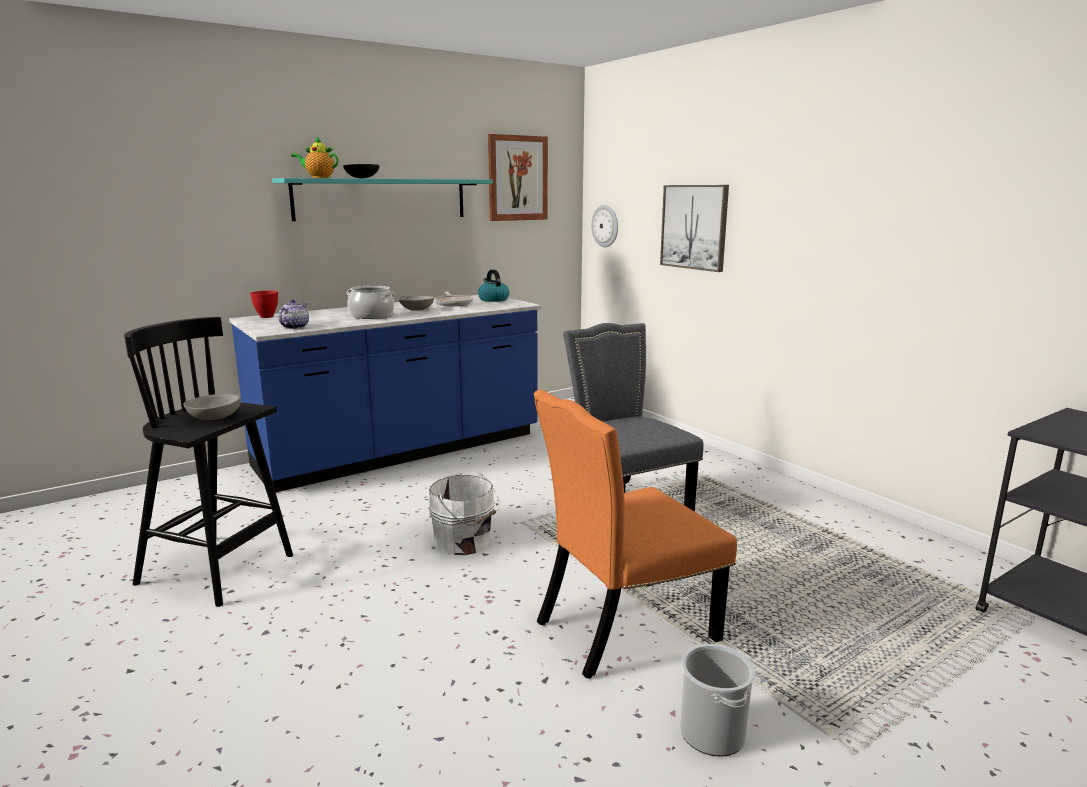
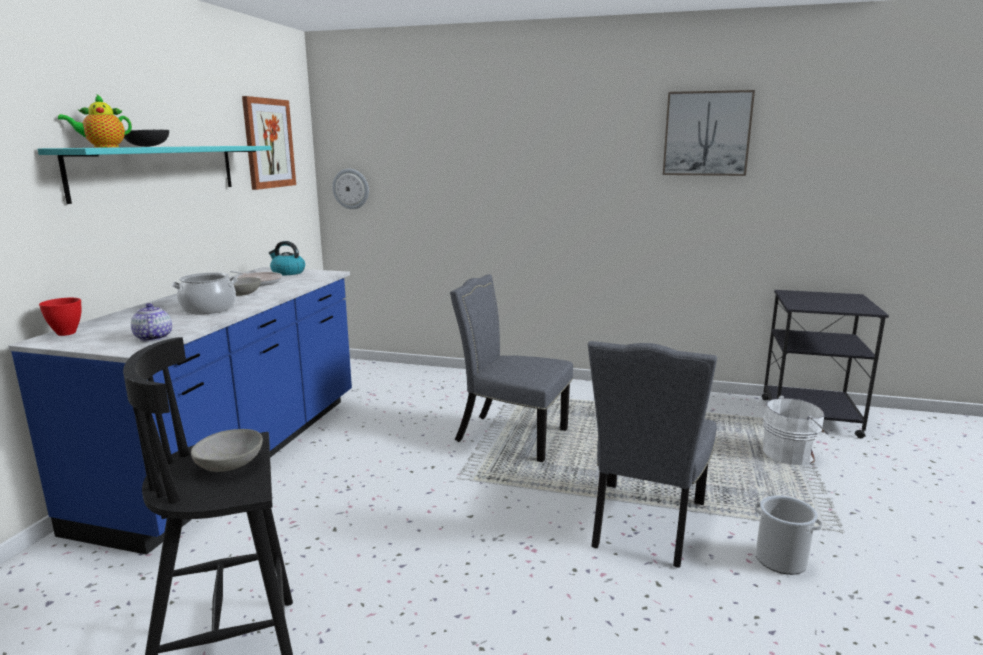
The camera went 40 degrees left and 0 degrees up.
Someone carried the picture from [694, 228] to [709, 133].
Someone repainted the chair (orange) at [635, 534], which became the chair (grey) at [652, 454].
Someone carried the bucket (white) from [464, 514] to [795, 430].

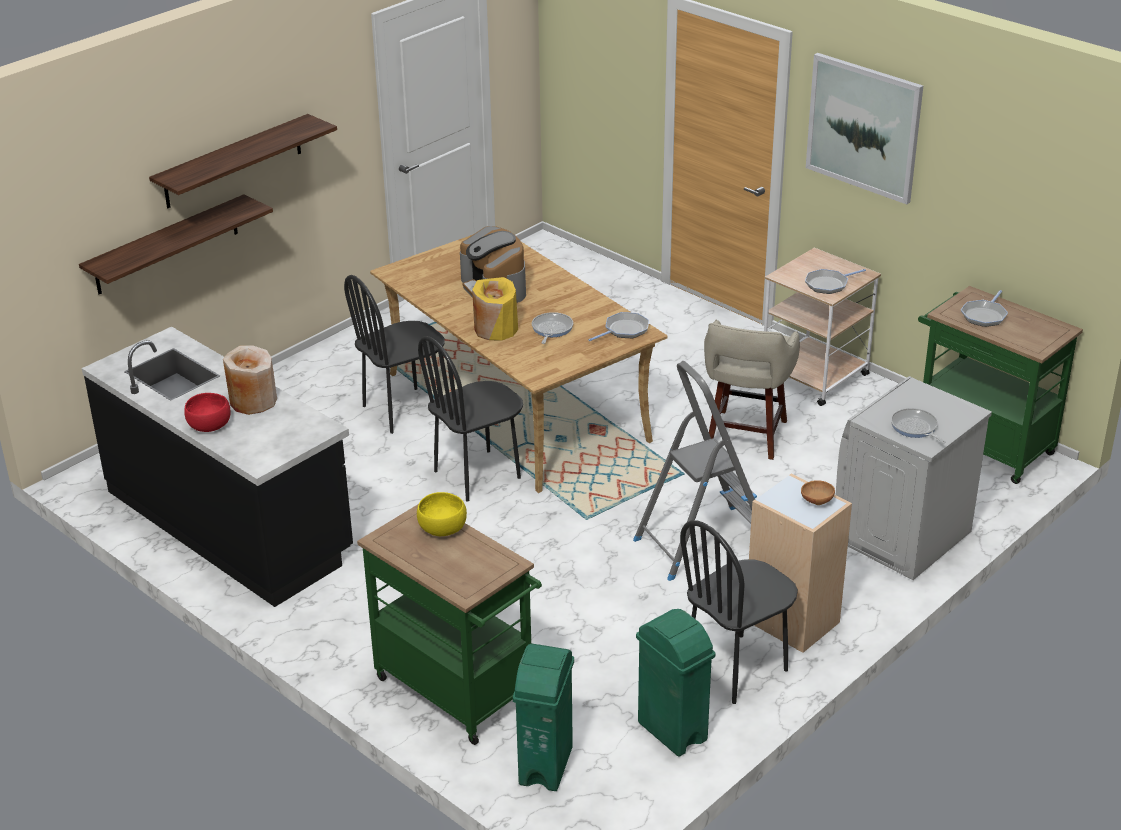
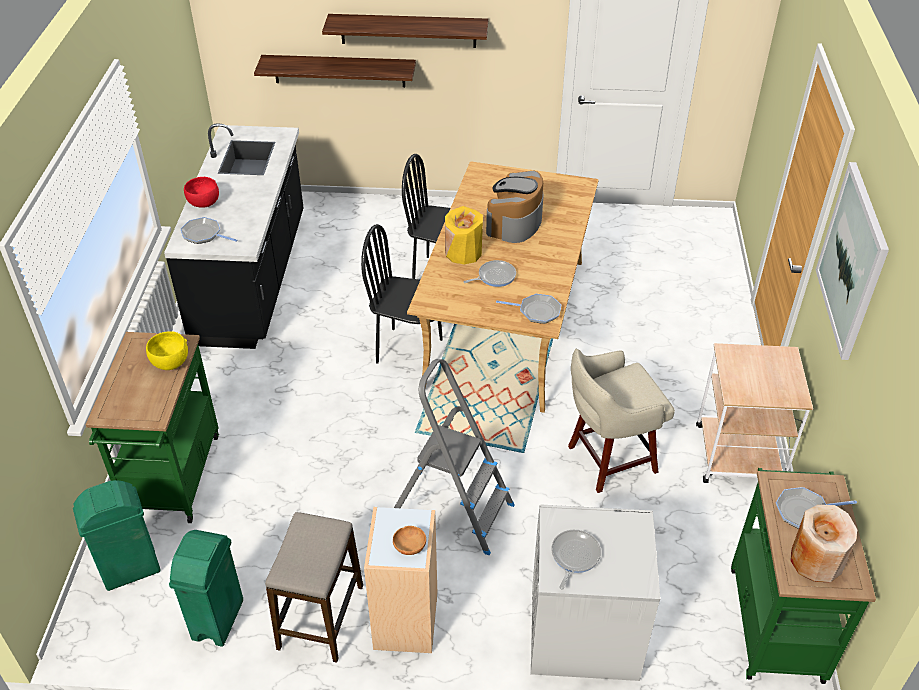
The camera went 50 degrees right and 10 degrees up.
Someone carried the frying pan from [835, 281] to [209, 230].
Someone carried the vase (beige) from [250, 380] to [823, 543].
Someone swapped the chair (black) at [739, 612] for the stool at [314, 587].

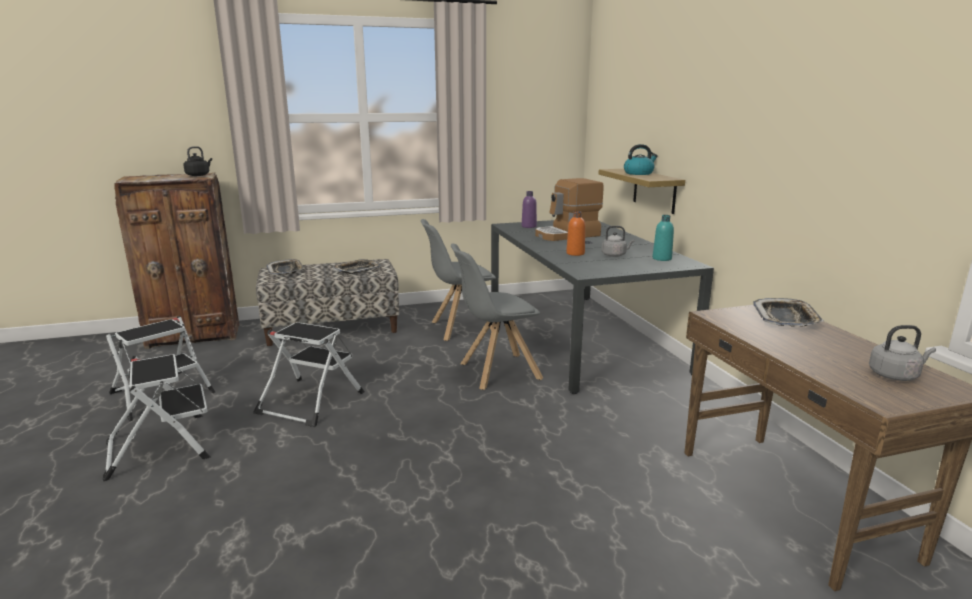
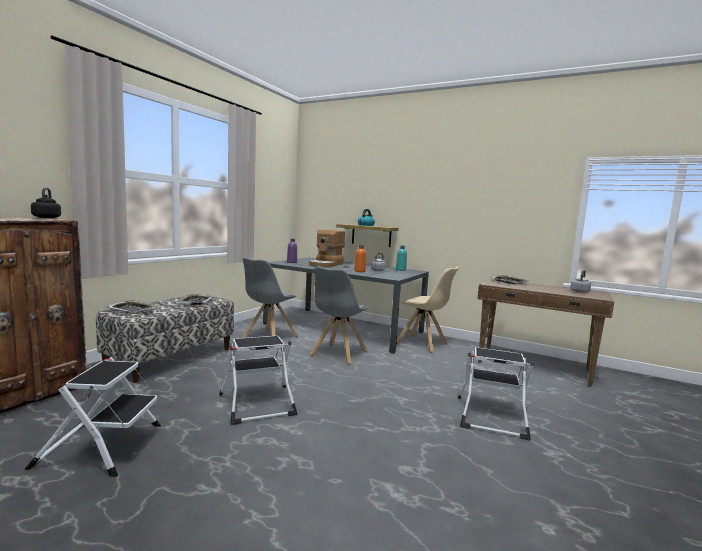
The camera went 45 degrees left and 10 degrees down.
Someone carried the step ladder from [157, 417] to [495, 393].
Someone put down the chair (beige) at [427, 309].

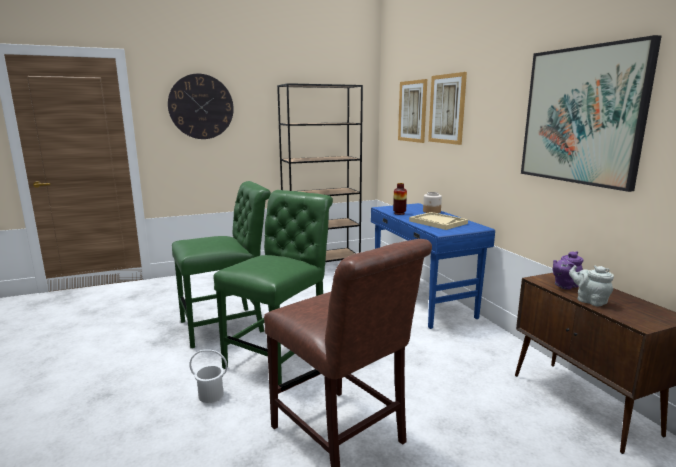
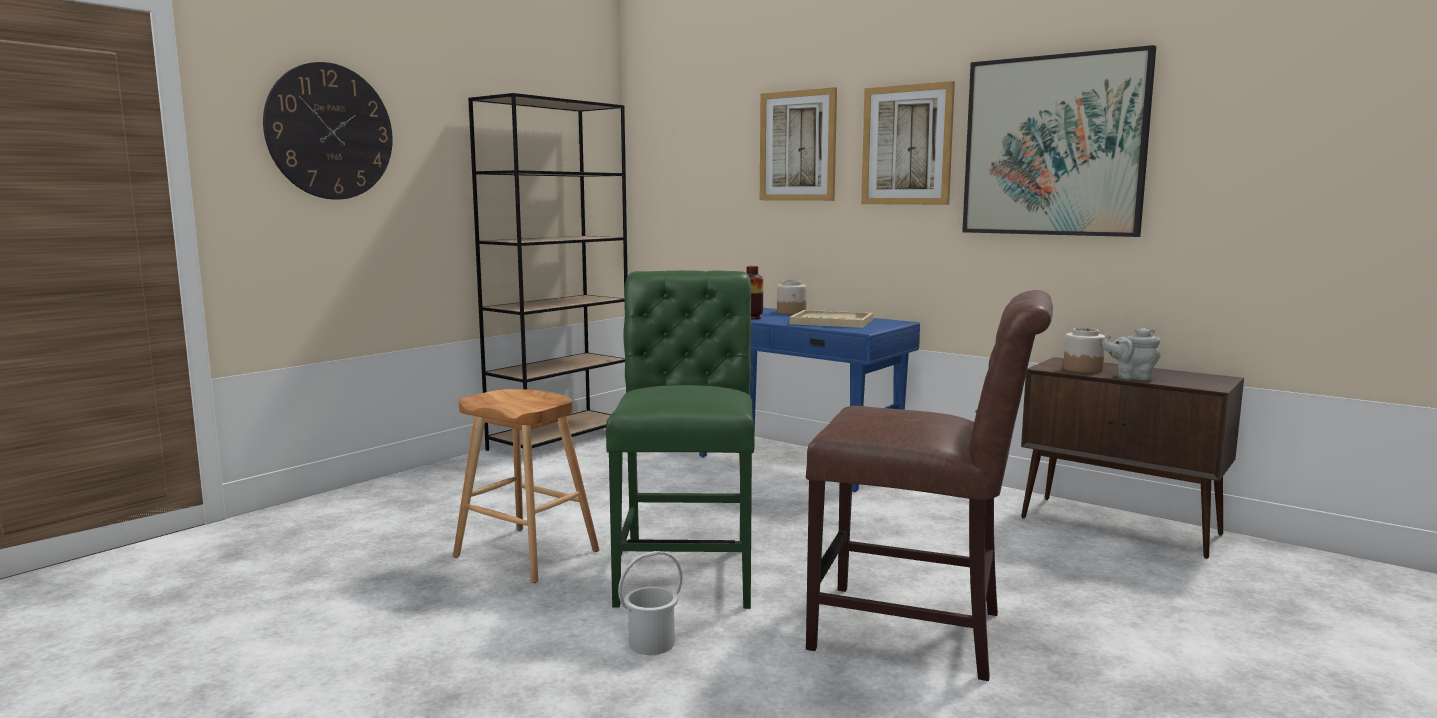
The camera went 30 degrees left and 5 degrees down.
Someone carried the picture from [412, 111] to [908, 143].
Someone swapped the chair (green) at [221, 264] for the stool (brown) at [526, 486].
Someone swapped the teapot (purple) at [568, 270] for the jar at [1084, 350].

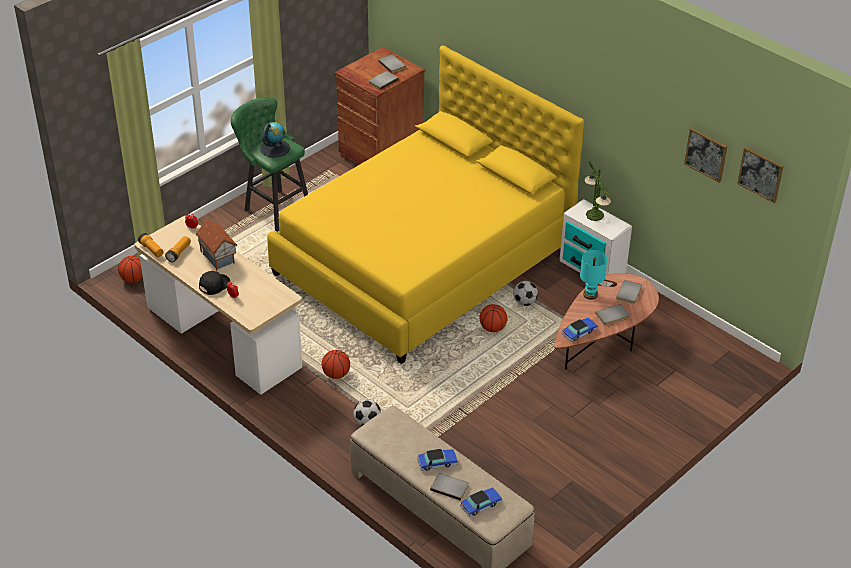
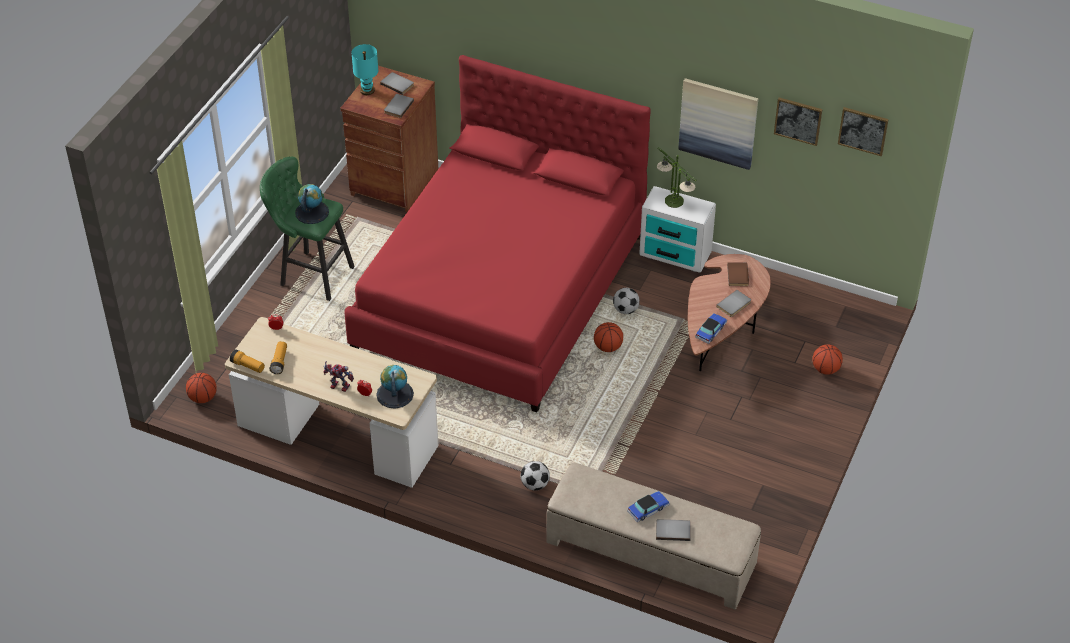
The camera went 20 degrees left and 5 degrees up.
Someone repainted the bed (yellow) at [425, 205], which became the bed (red) at [497, 233].
Someone took away the toy house at [216, 244].
Someone carried the table lamp (turquoise) from [593, 275] to [364, 69].
Someone swapped the cap (black) at [214, 283] for the toy robot at [339, 376].
Someone repainted the book (grey) at [629, 292], which became the book (brown) at [738, 274].
Someone carried the basketball from [336, 364] to [827, 359].
Someone took away the toy car at [481, 502].
Someone put up the picture at [718, 124].
Someone put down the globe at [395, 386].

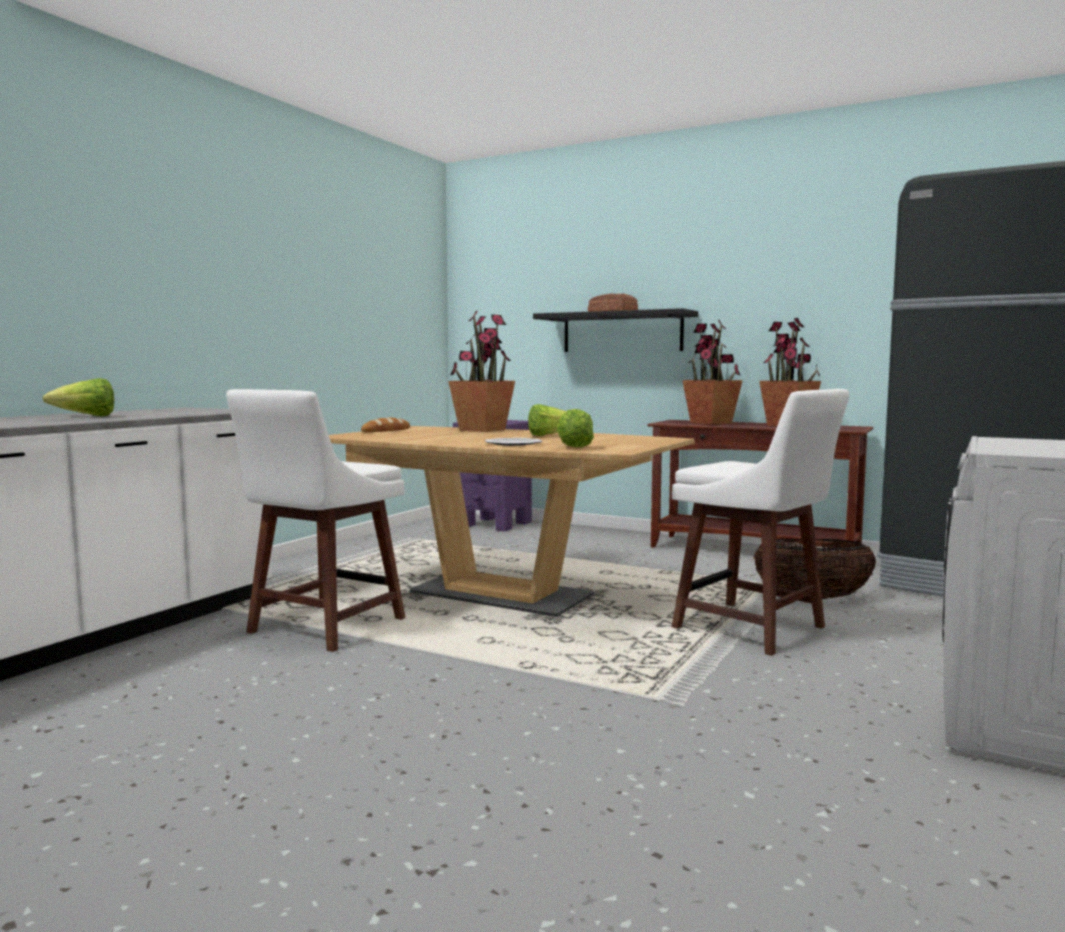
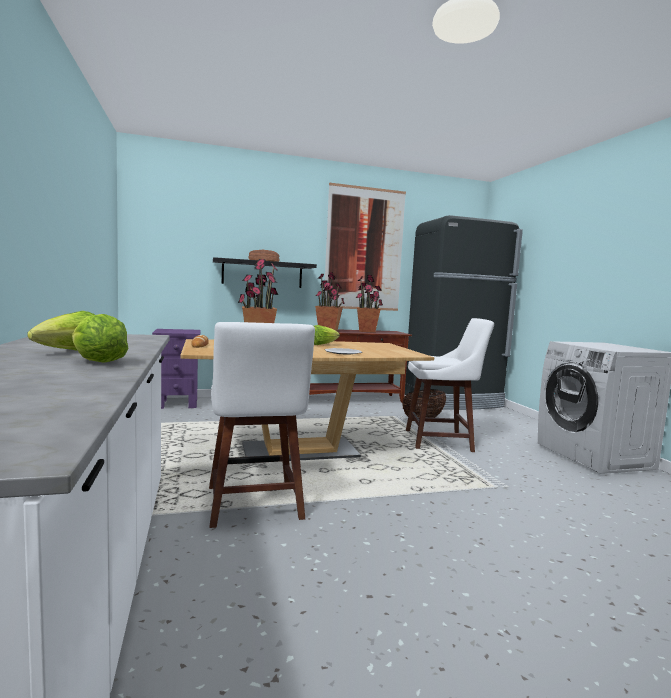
The camera went 45 degrees left and 0 degrees up.
Someone carried the lettuce from [575, 428] to [100, 338].
Someone put up the picture at [364, 247].

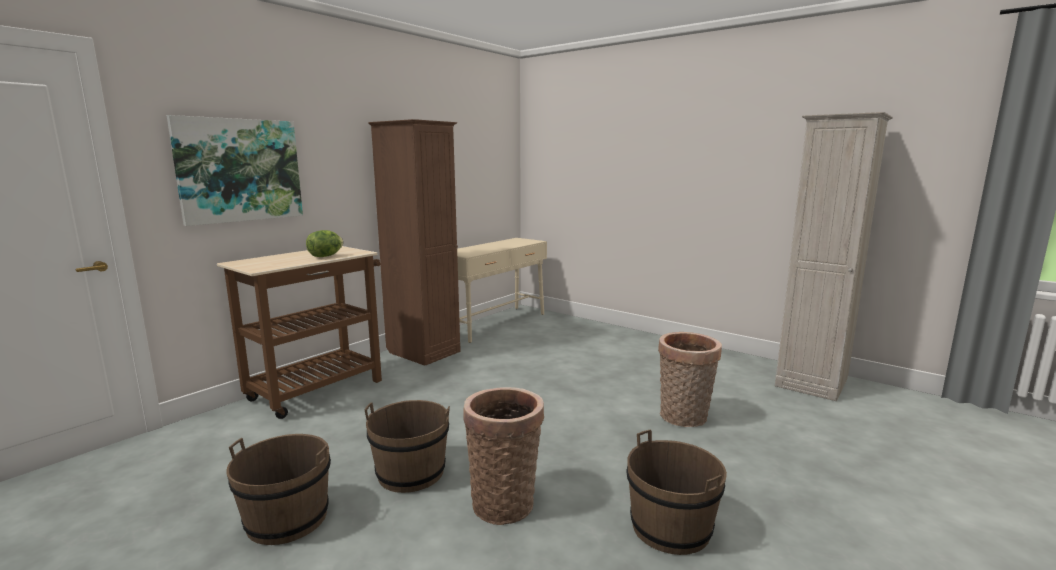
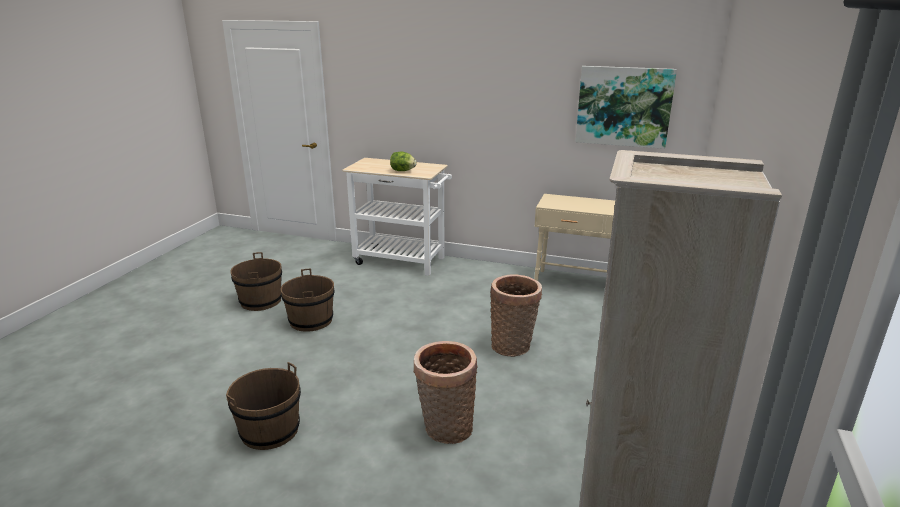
The camera went 70 degrees right and 10 degrees up.
Someone carried the picture from [235, 170] to [626, 107].
Someone took away the cabinet (brown) at [414, 242].
Someone repainted the cart (brown) at [299, 332], which became the cart (white) at [397, 217].
Someone carried the basket from [503, 456] to [516, 316].

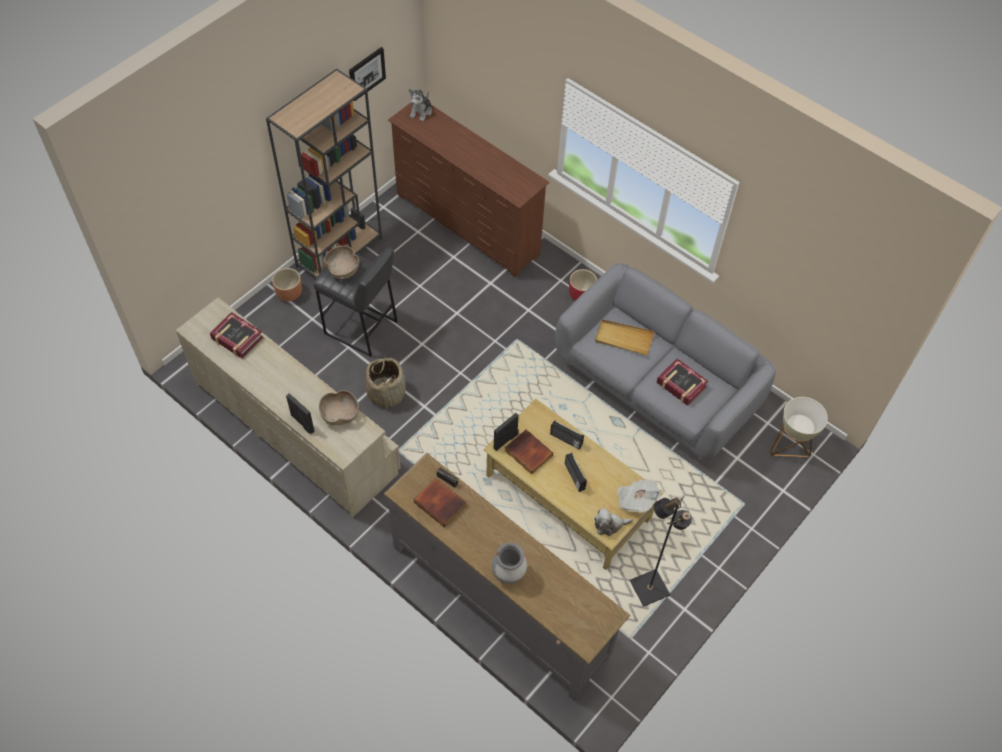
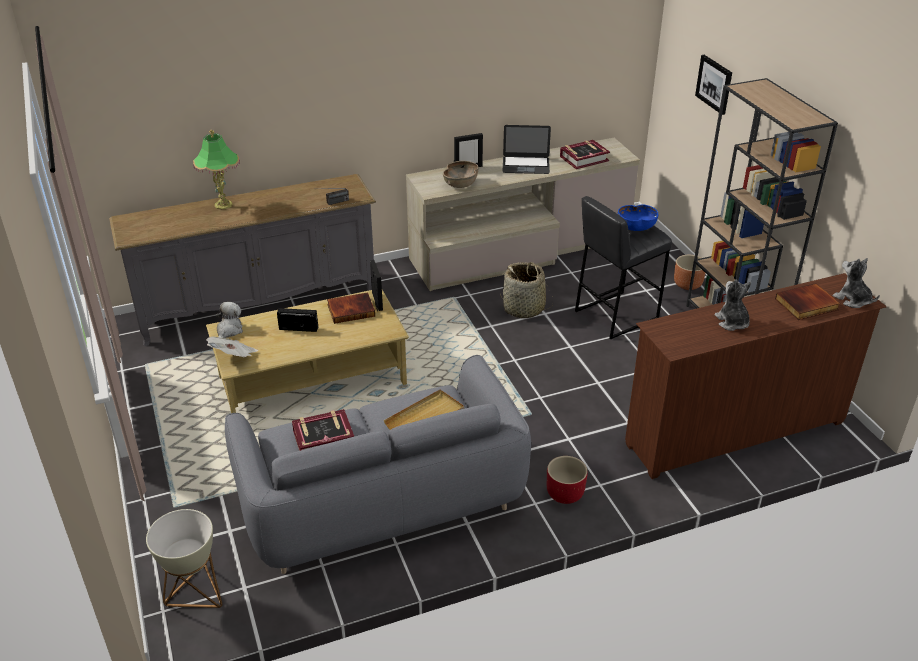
The camera went 120 degrees right and 20 degrees down.
Someone carried the picture from [367, 74] to [713, 85].
Someone repainted the bowl (brown) at [341, 262], which became the bowl (blue) at [638, 217].
Someone took away the radio at [567, 435].
Someone carried the book from [440, 503] to [807, 301].
Someone took away the floor lamp (black) at [661, 552].
Someone swapped the vase (grey) at [509, 563] for the table lamp at [216, 169].
Someone put down the laptop at [527, 149].
Someone put down the plush toy at [733, 305].

